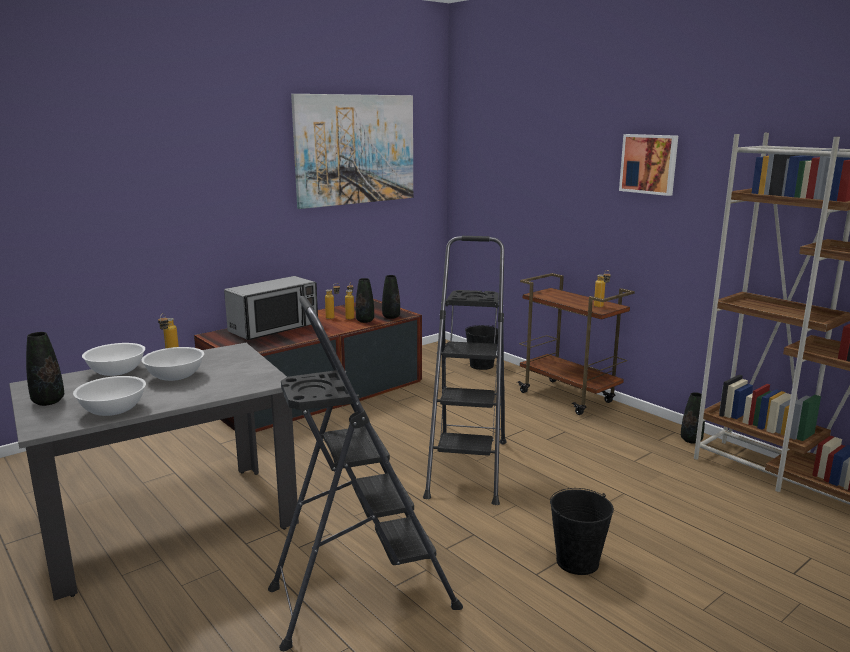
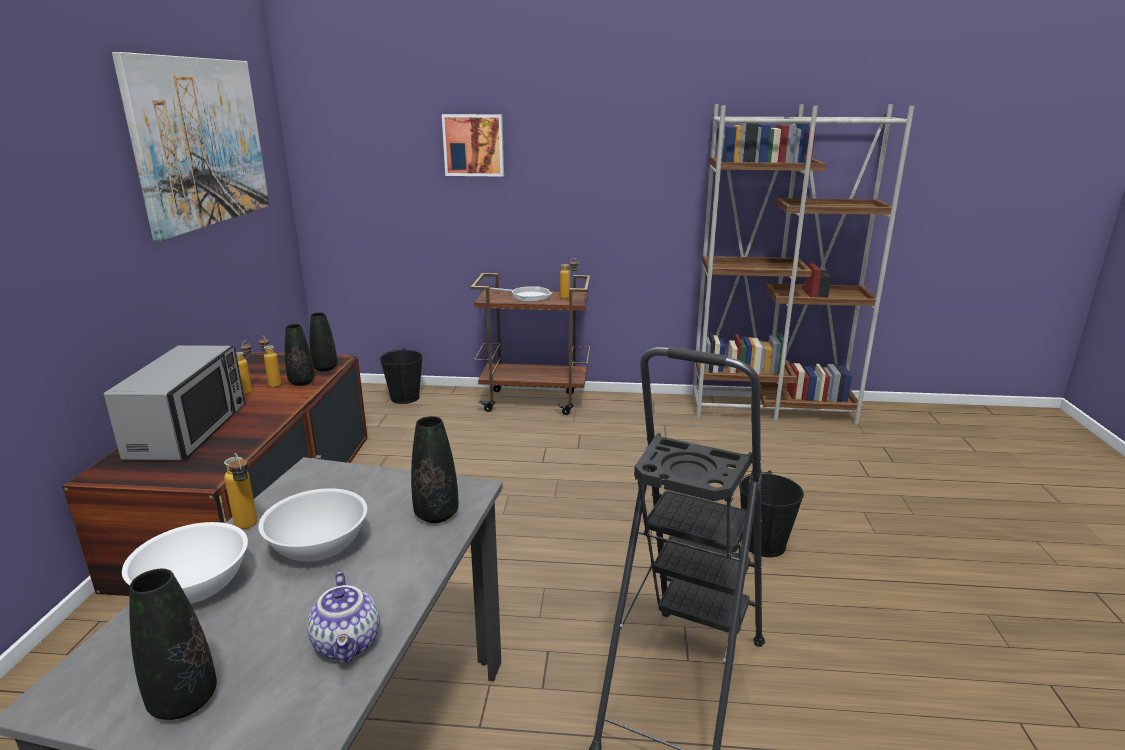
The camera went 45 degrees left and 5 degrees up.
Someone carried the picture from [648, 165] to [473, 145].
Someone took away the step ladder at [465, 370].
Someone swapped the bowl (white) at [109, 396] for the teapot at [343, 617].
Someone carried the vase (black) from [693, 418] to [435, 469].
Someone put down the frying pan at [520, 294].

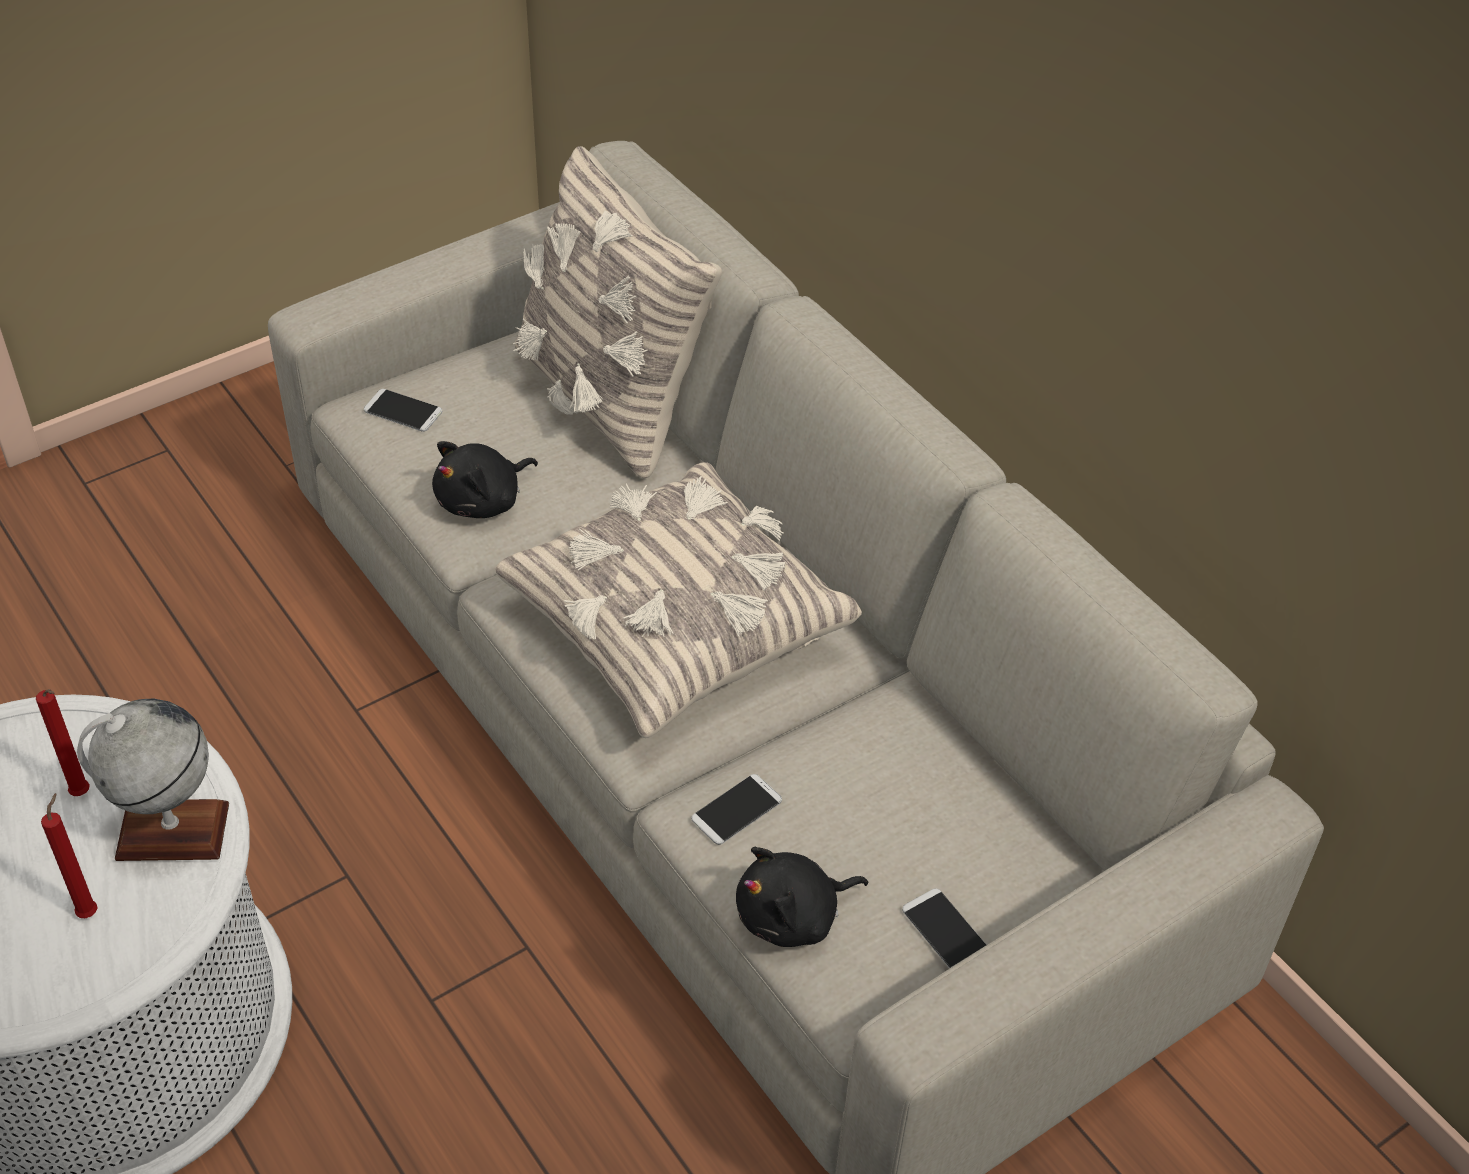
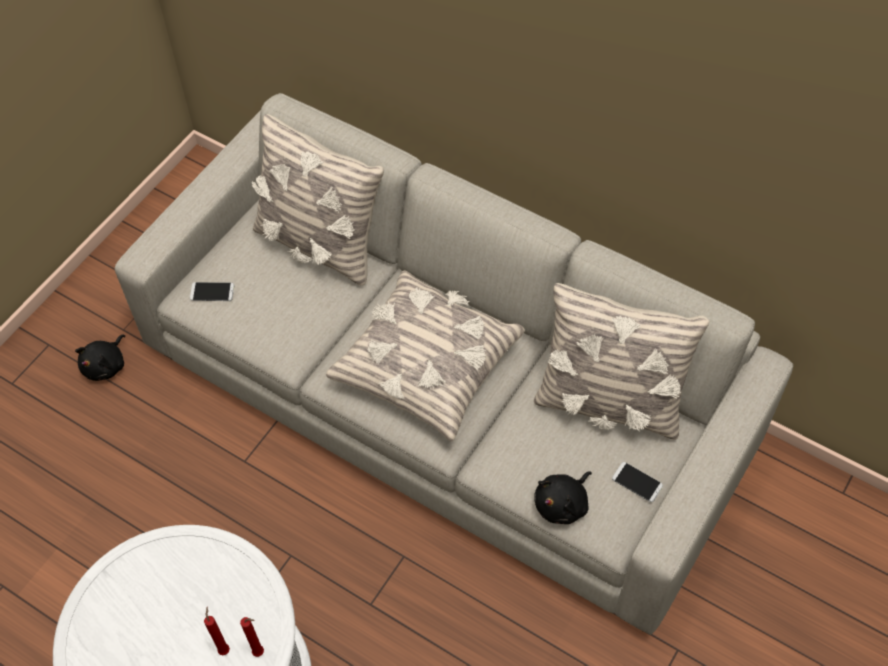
The camera went 20 degrees left and 10 degrees up.
Someone carried the plush toy (black) from [485, 479] to [100, 357].
Someone carried the candle (red) from [63, 742] to [252, 637].
Someone took away the globe at [153, 780].
Someone took away the phone at [737, 809].
Someone put down the pillow (beige) at [621, 361].

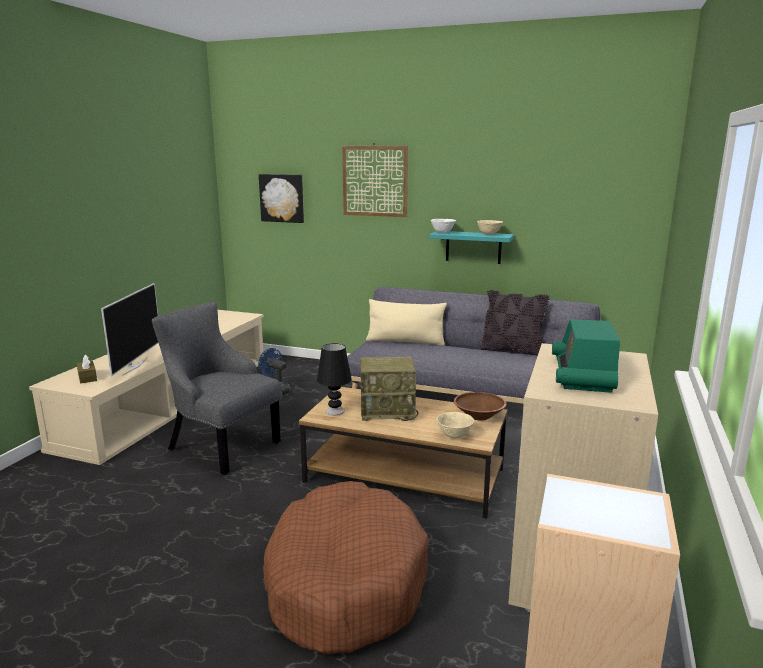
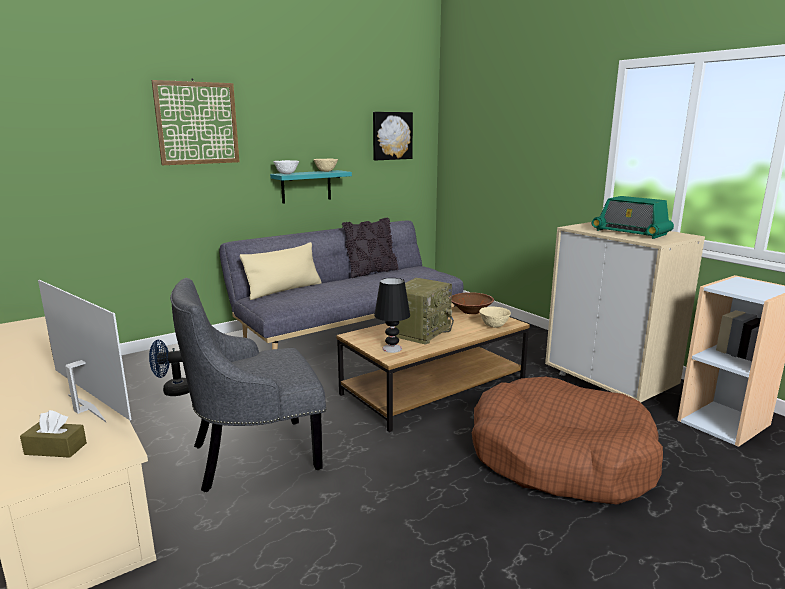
The camera went 55 degrees left and 0 degrees up.
Someone carried the picture from [281, 198] to [393, 136].

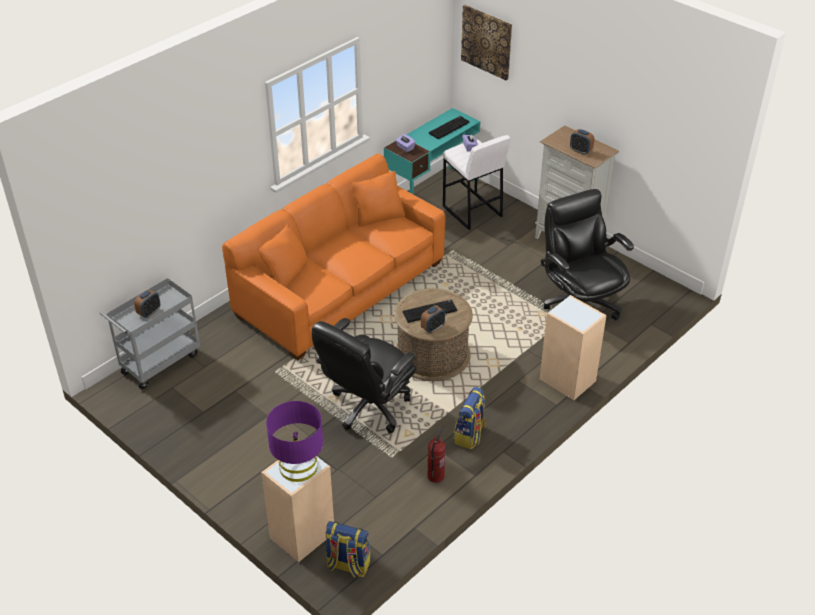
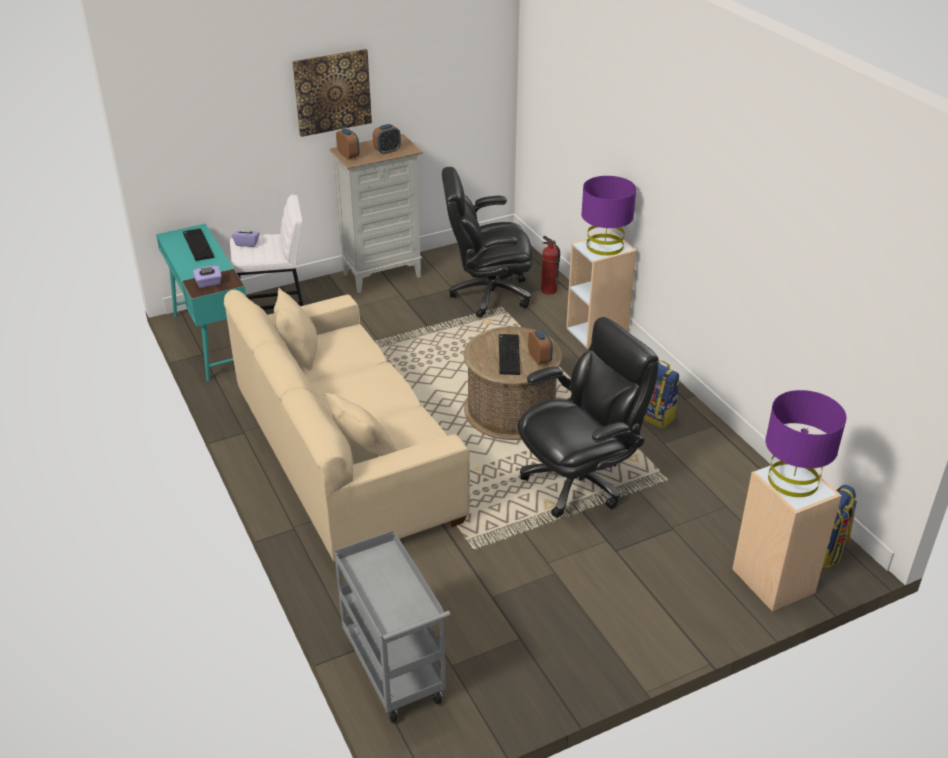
The camera went 70 degrees left and 5 degrees down.
Someone carried the picture from [486, 42] to [332, 93].
Someone repainted the sofa (orange) at [333, 257], which became the sofa (beige) at [347, 424].
Someone carried the alarm clock from [147, 303] to [348, 144].
Someone rotated the office chair (black) at [364, 375] by 90 degrees counterclockwise.
Someone carried the fire extinguisher from [437, 456] to [550, 265].
Someone put down the table lamp (purple) at [608, 216].

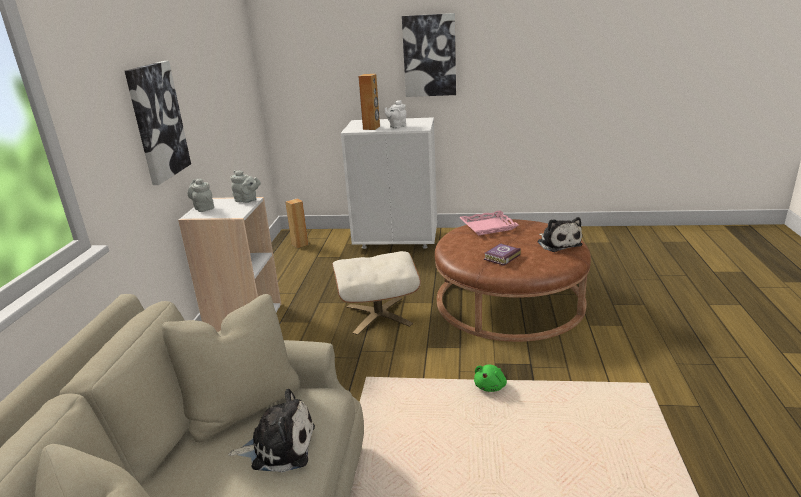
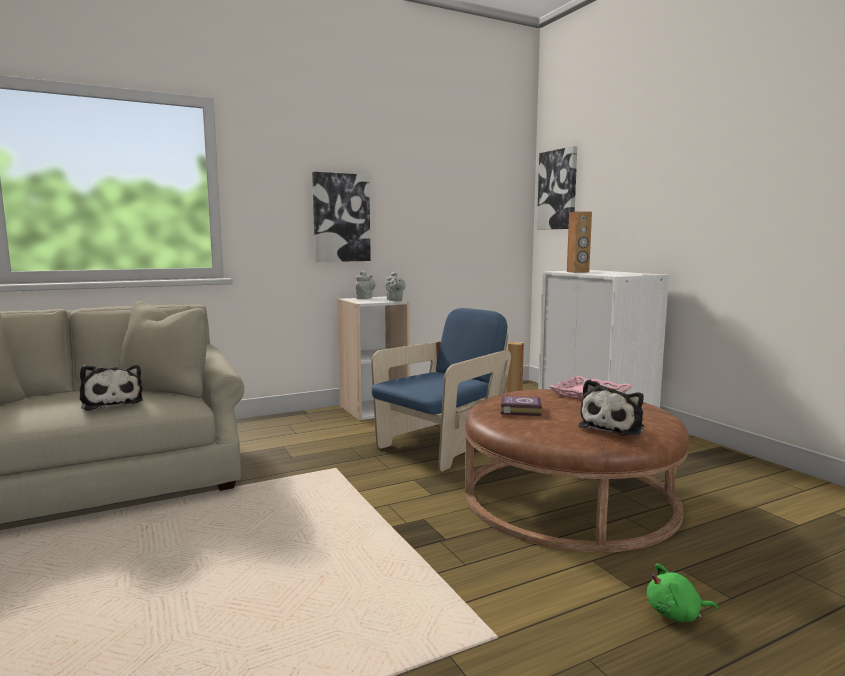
The camera went 55 degrees right and 15 degrees down.
Someone carried the picture from [429, 55] to [557, 188].
Someone took away the teapot (white) at [395, 114].
Someone swapped the ottoman (beige) at [376, 293] for the armchair (blue) at [441, 390].
Someone carried the plush toy (green) from [490, 378] to [682, 593].

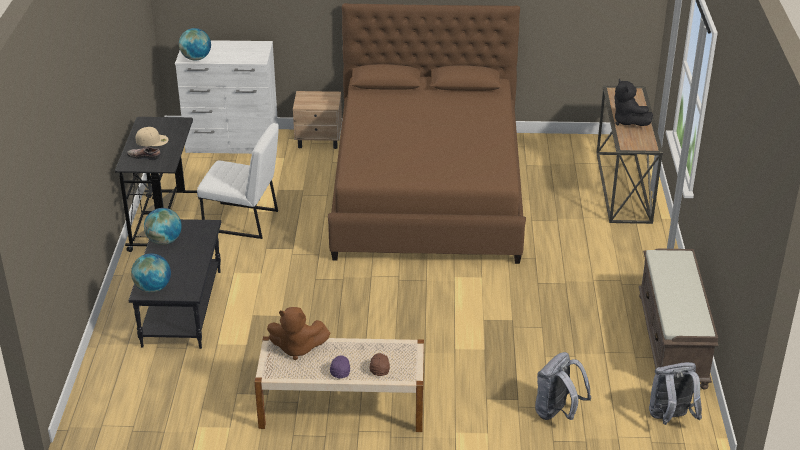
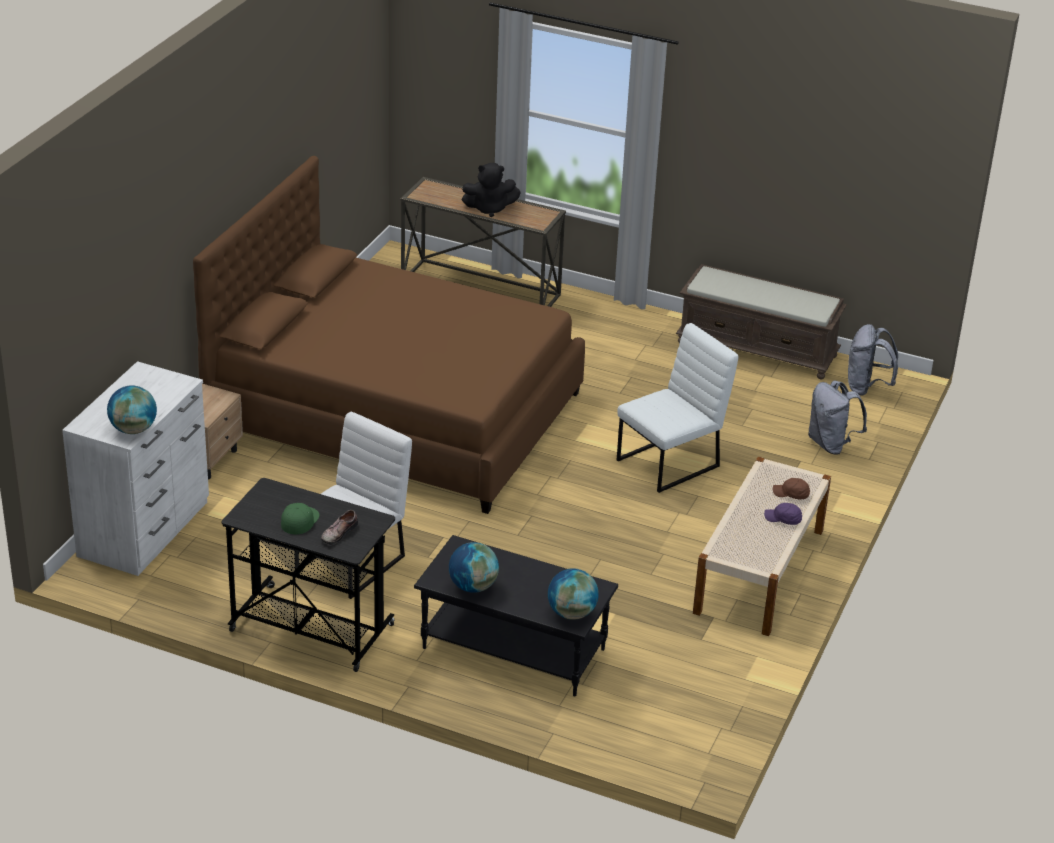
The camera went 70 degrees left and 0 degrees up.
Someone repainted the cap (beige) at [152, 136], which became the cap (green) at [300, 519].
Someone took away the plush toy (brown) at [298, 333].
Someone put down the chair (white) at [678, 408].

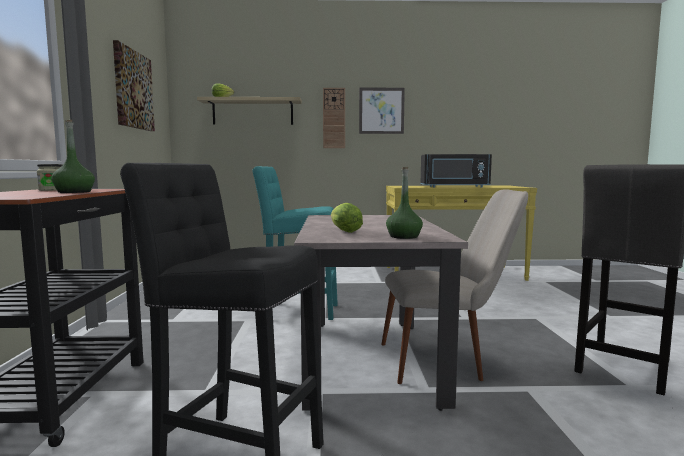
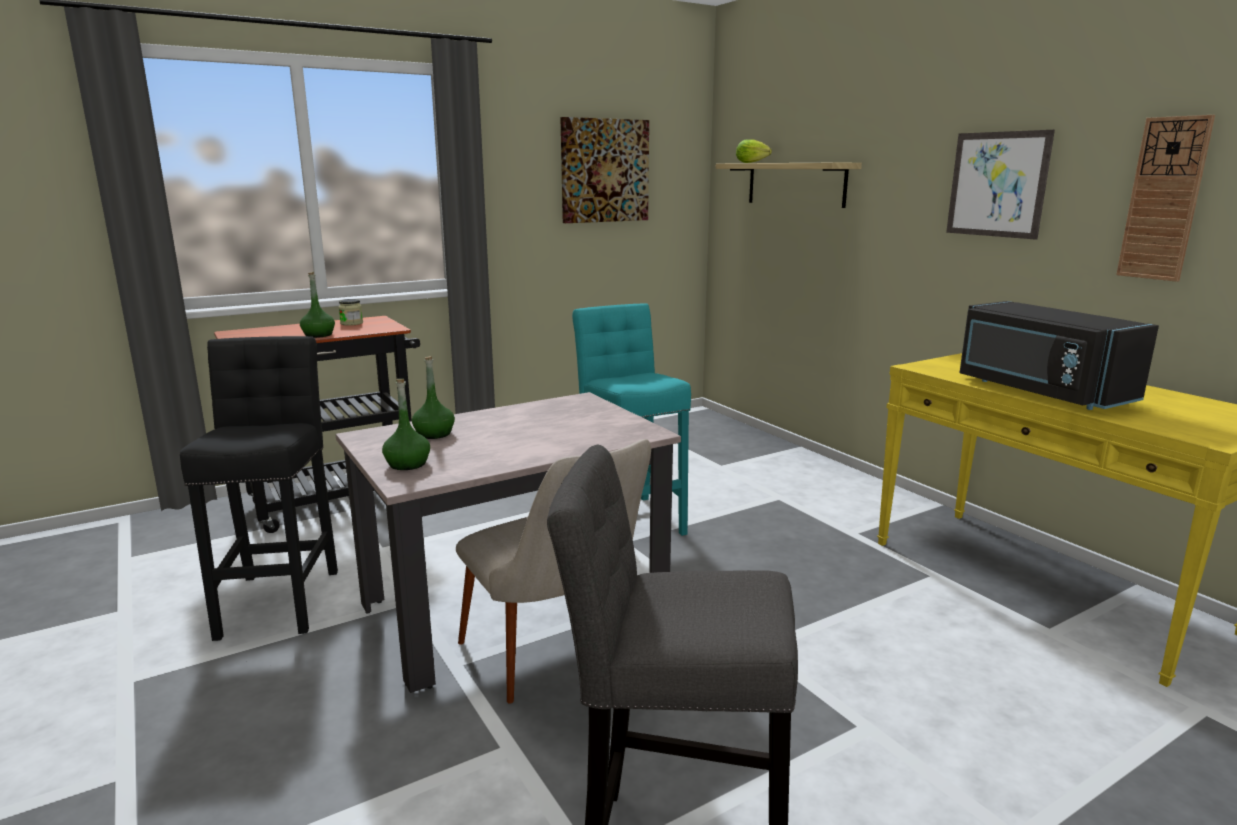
The camera went 60 degrees right and 10 degrees up.
Someone carried the wall clock from [334, 118] to [1165, 198].
Someone swapped the lettuce at [347, 218] for the bottle (green) at [433, 397].

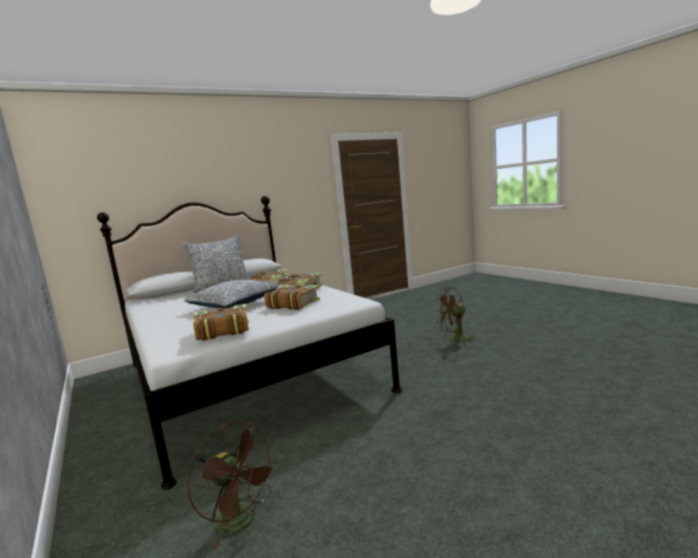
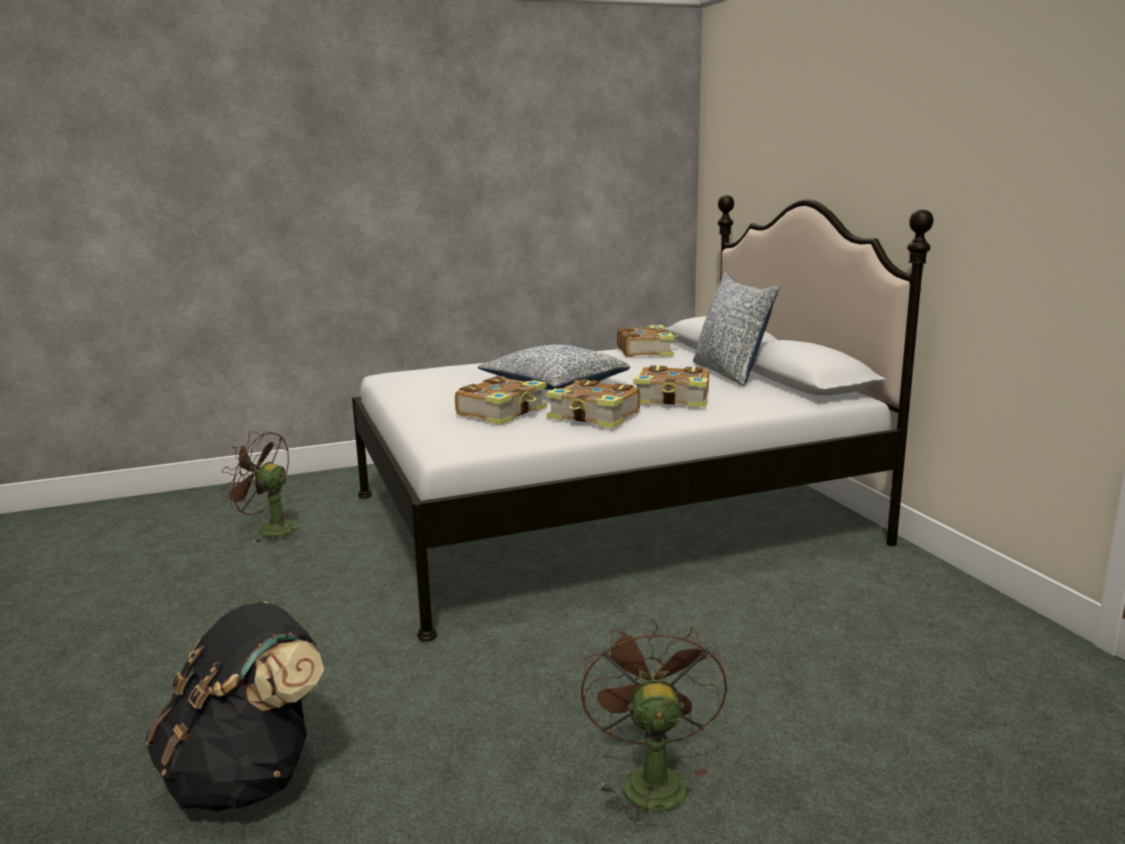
The camera went 100 degrees right and 5 degrees up.
Someone carried the book from [221, 322] to [647, 341].
Someone rotated the fan (brown) at [232, 486] by 60 degrees clockwise.
Someone put down the backpack (black) at [235, 706].

